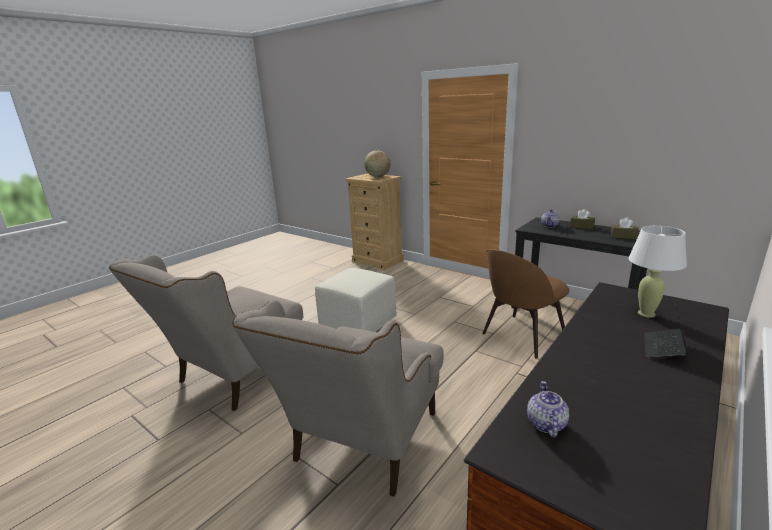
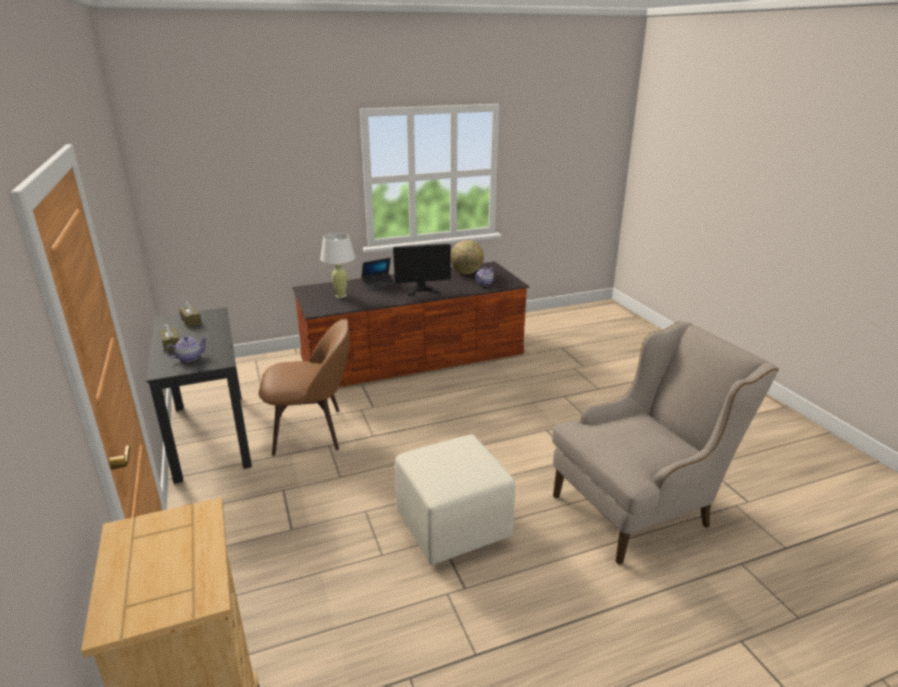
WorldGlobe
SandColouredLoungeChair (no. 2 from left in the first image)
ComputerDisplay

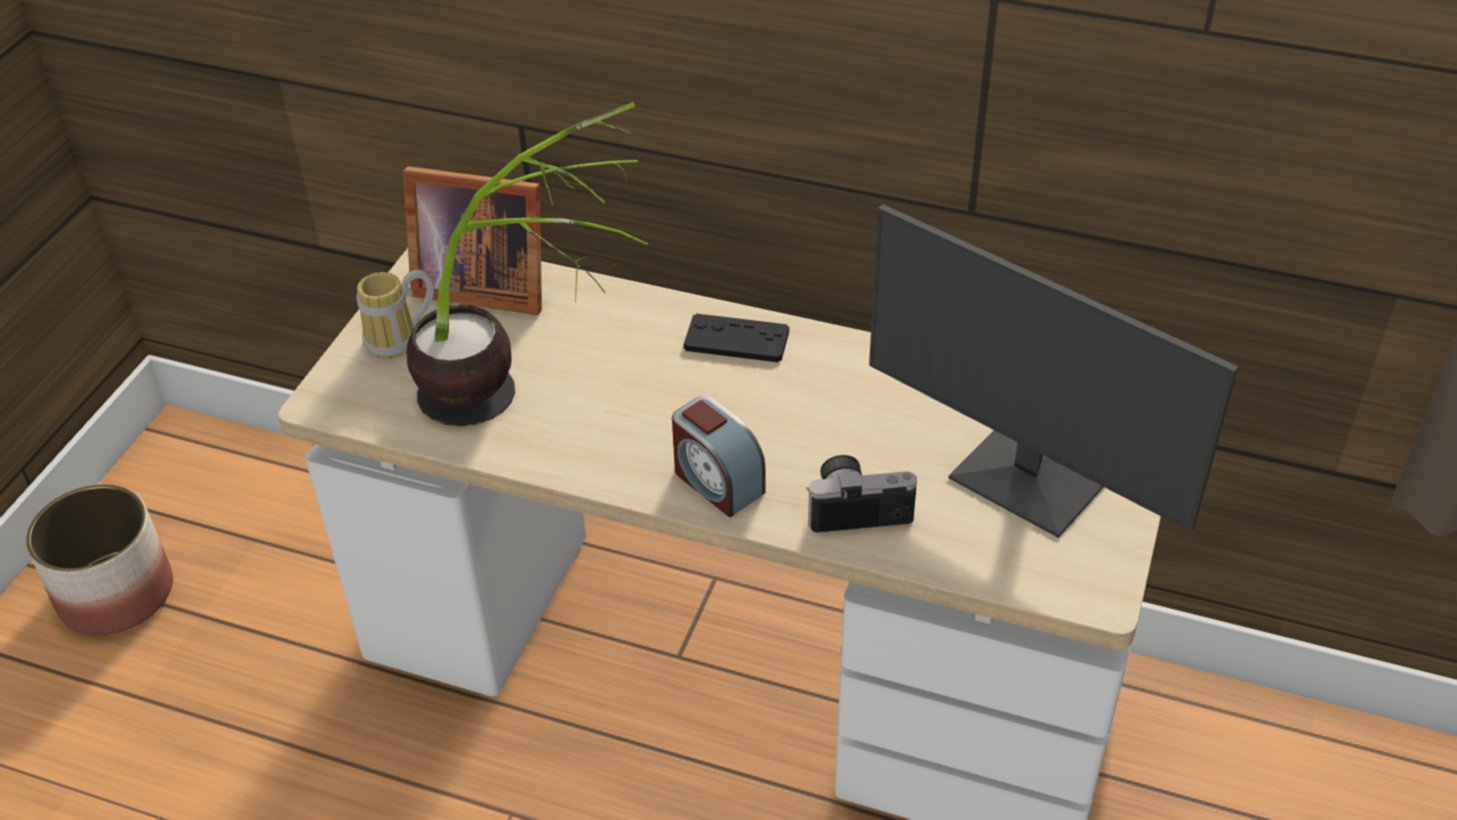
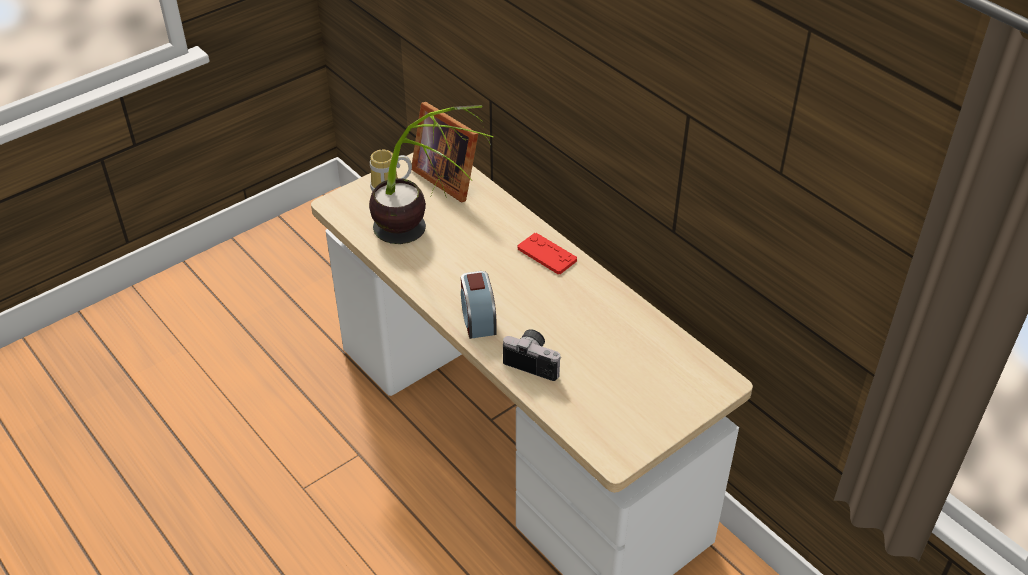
ComputerDisplay
ReddishGameController
FlowerPot

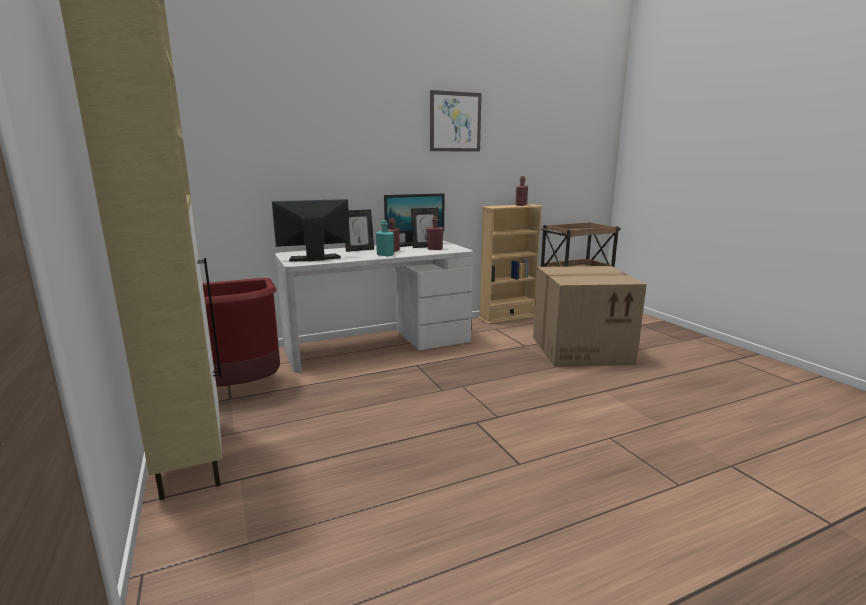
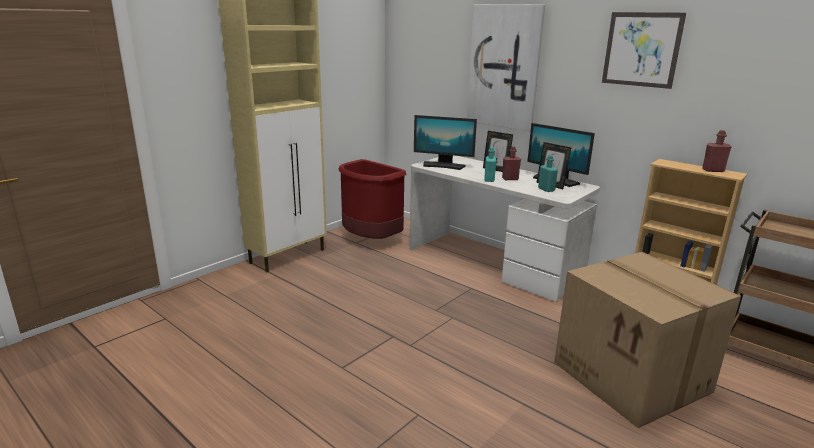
ComputerDisplay (no. 1 from left)
BlueGreenBottle (no. 2 from left)
Picture (no. 1 from left)

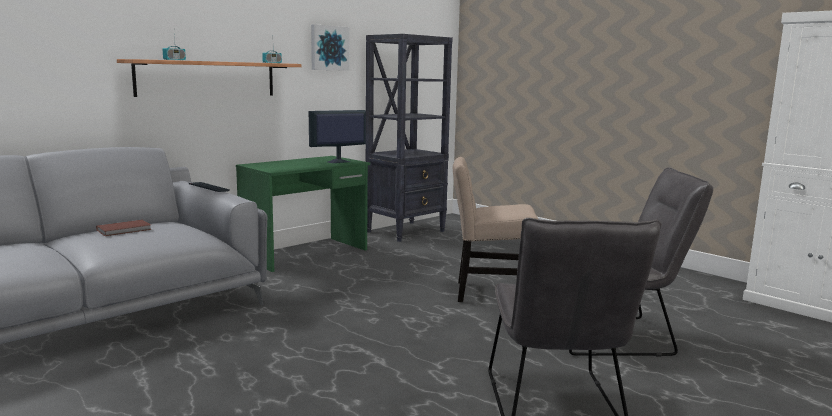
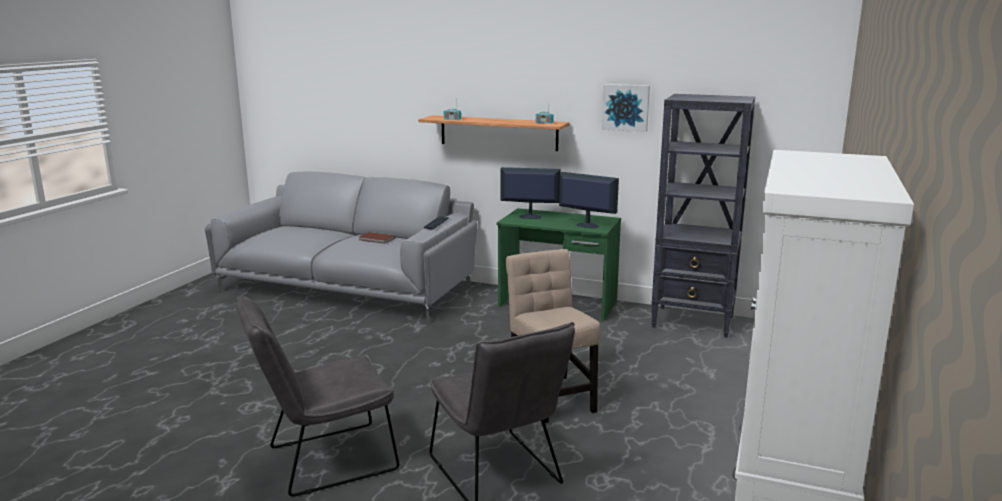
ComputerDisplay (no. 1 from left)

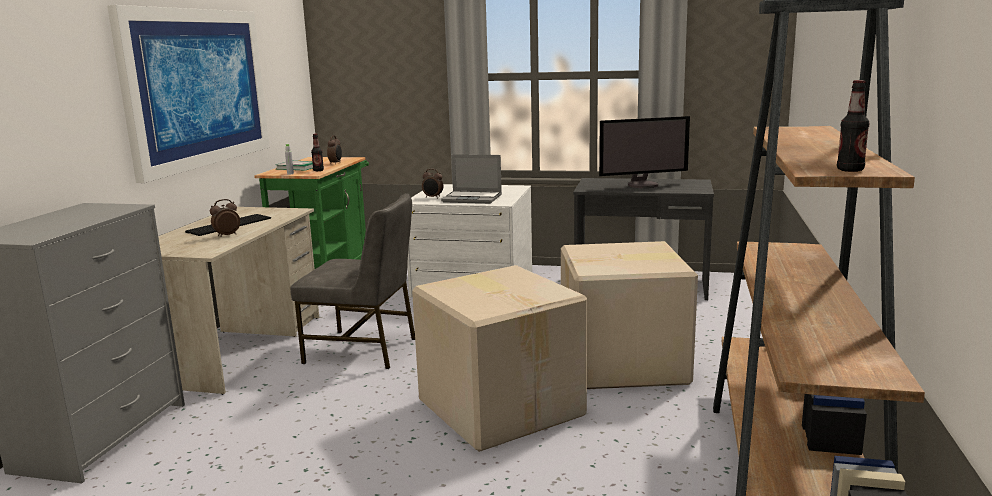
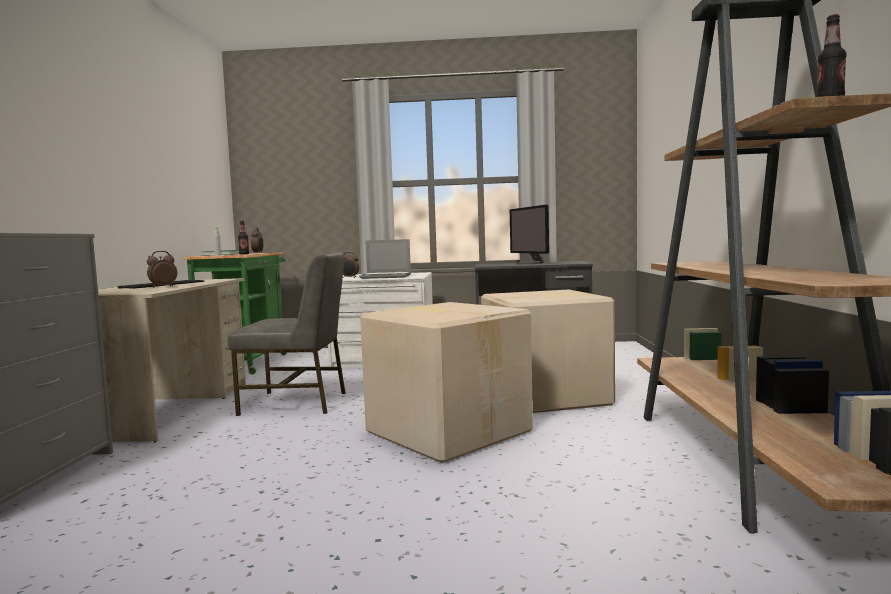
Picture
ComputerDisplay

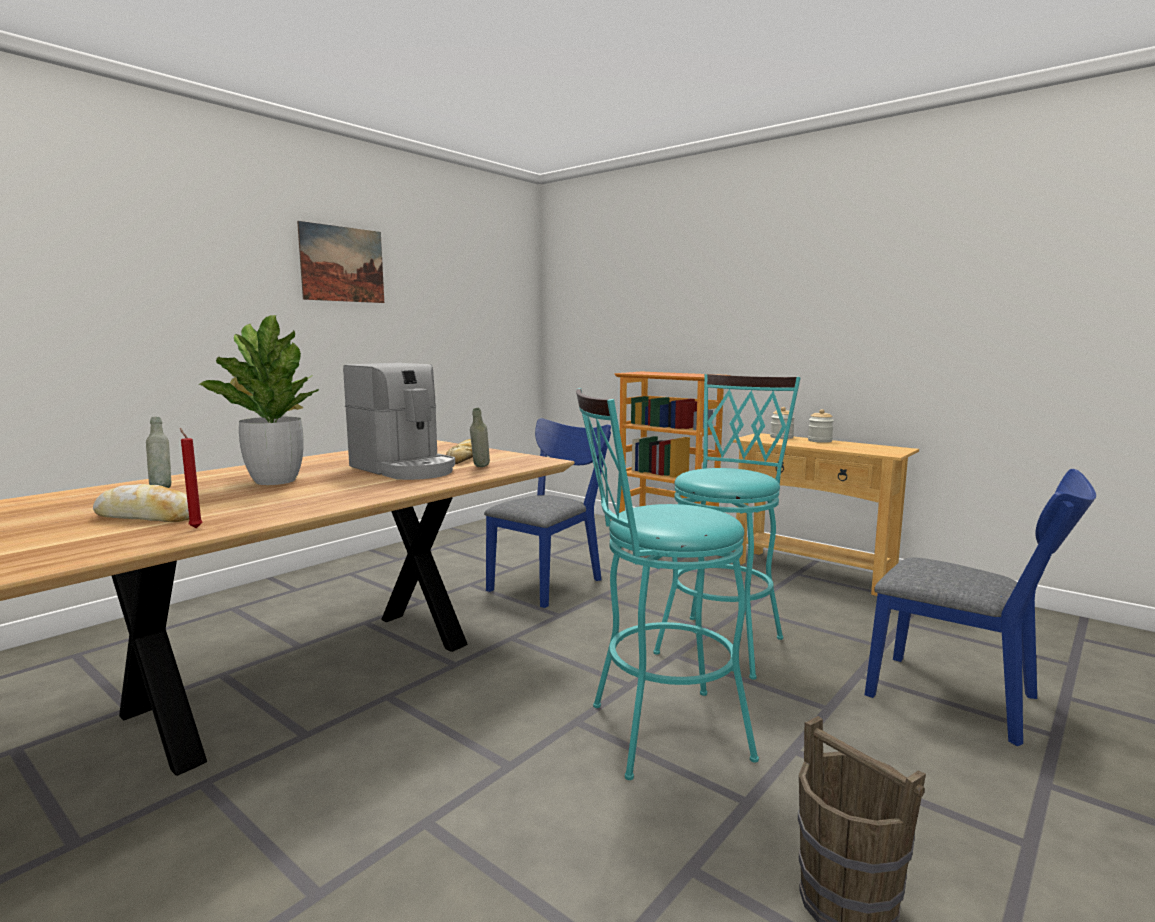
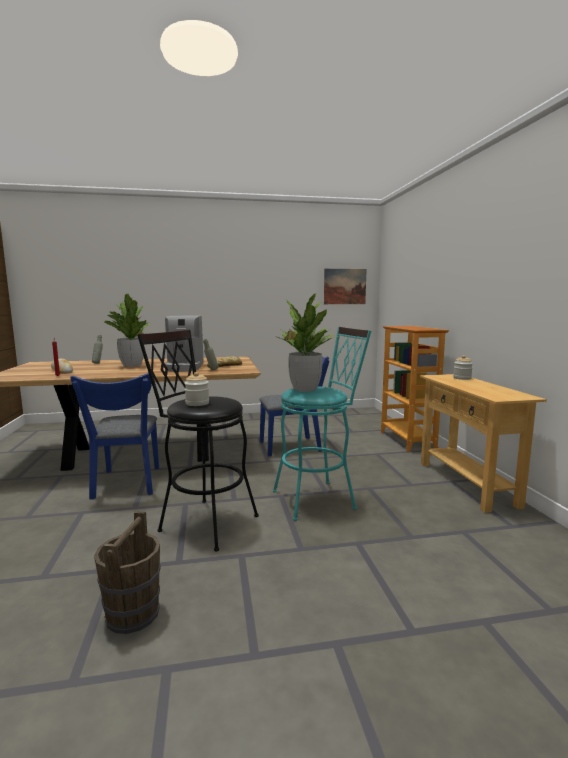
Picture
BlackColouredStool
PreserveJar (no. 1 from left)
BluishPlainChair (no. 1 from left)
Houseplant (no. 2 from left)

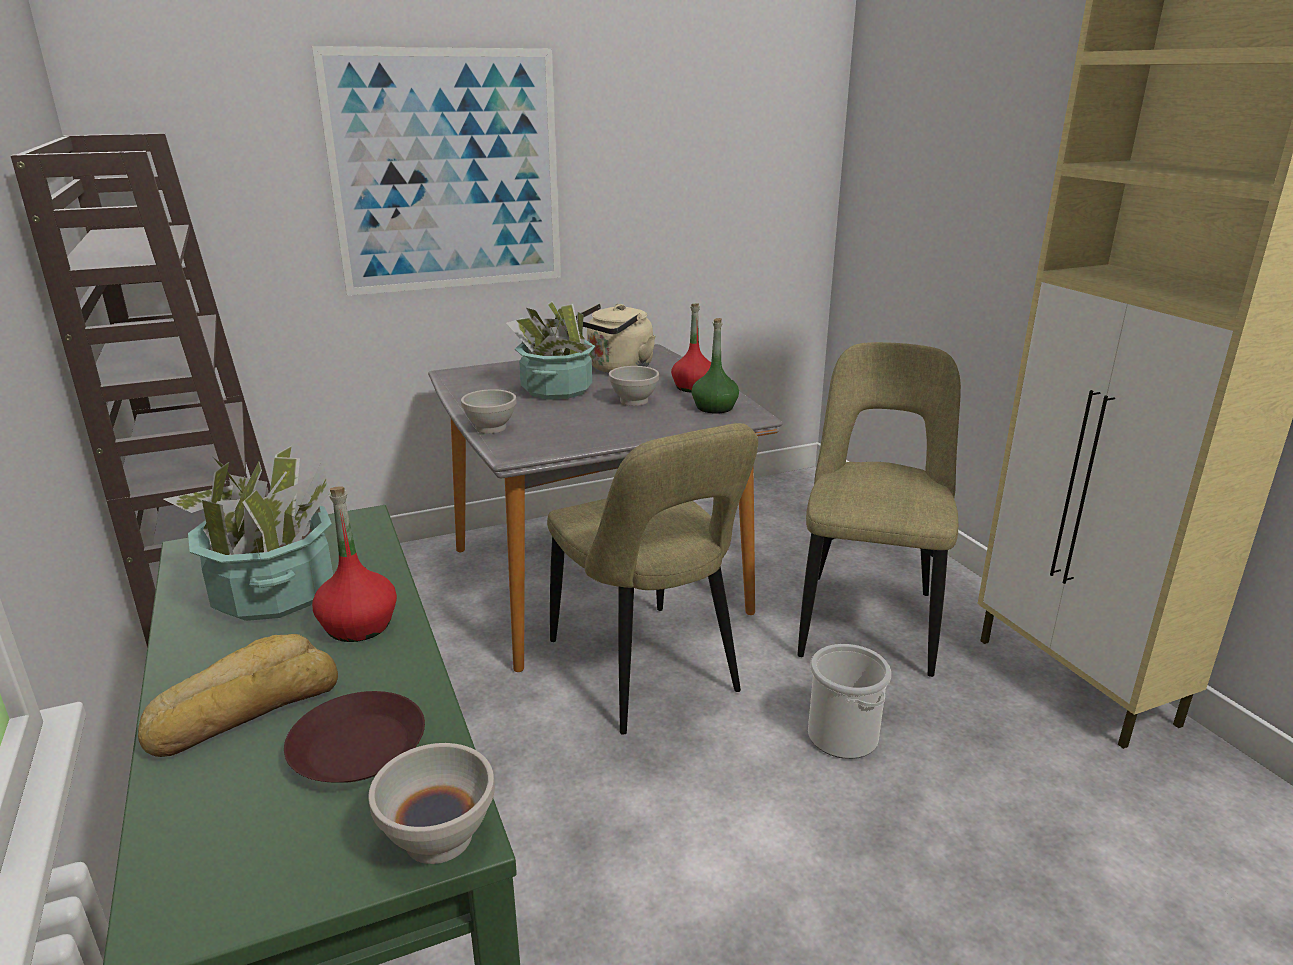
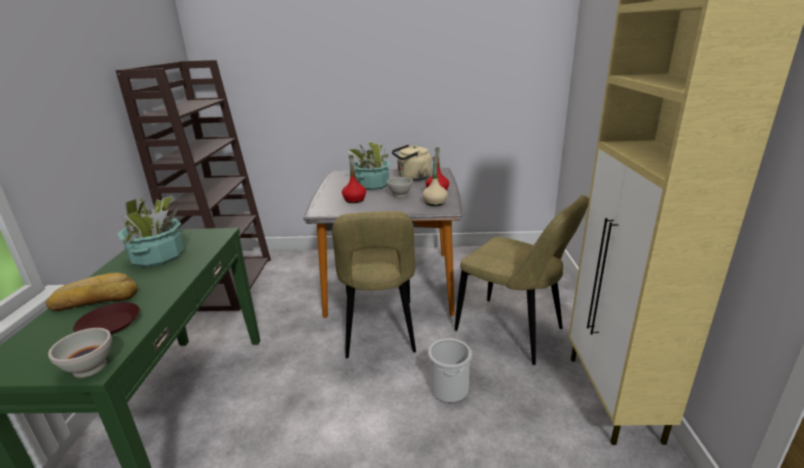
Picture
SandColouredBottle
SandColouredPlainChair (no. 2 from left)
WhiteColouredServingBowl (no. 2 from left in the first image)
ReddishBottle (no. 1 from left)

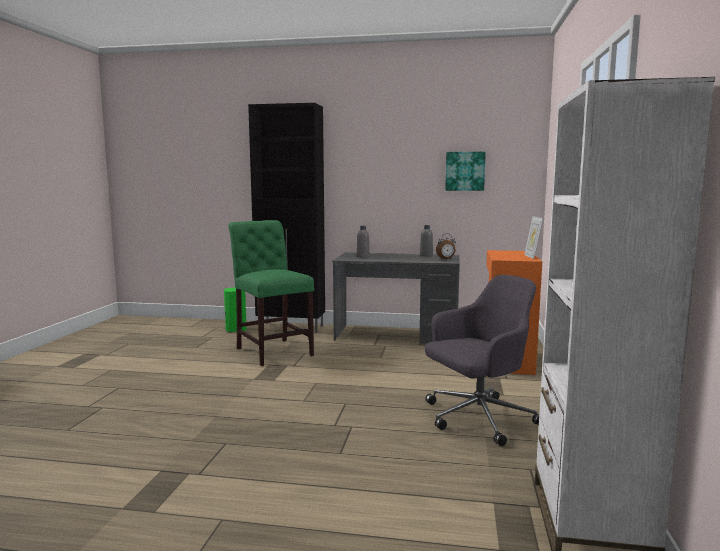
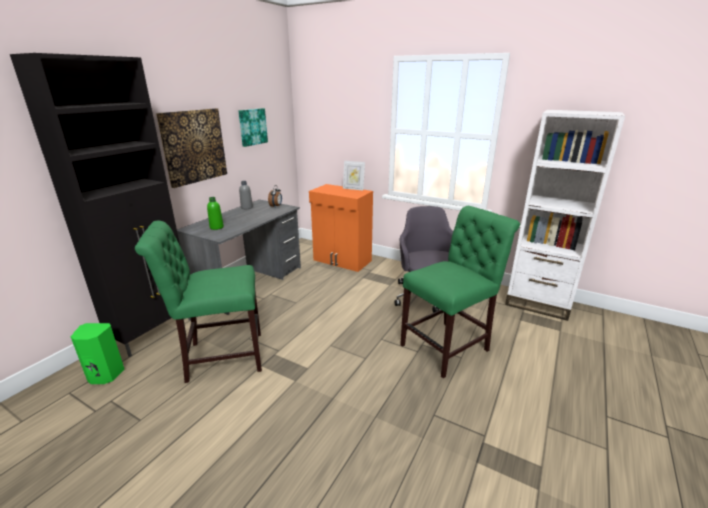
GreenBottle
Picture (no. 1 from left)
GreenPlainChair (no. 2 from left)

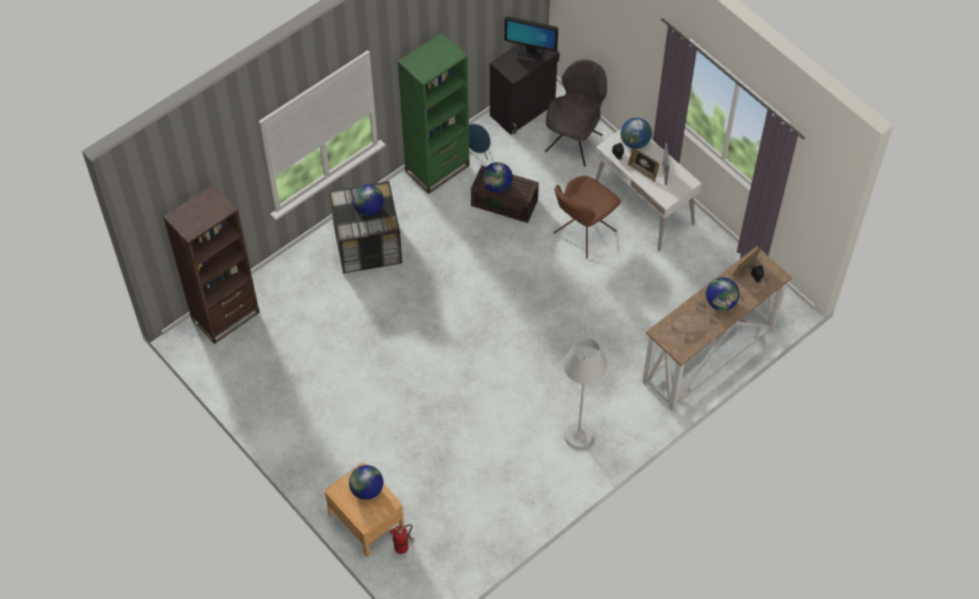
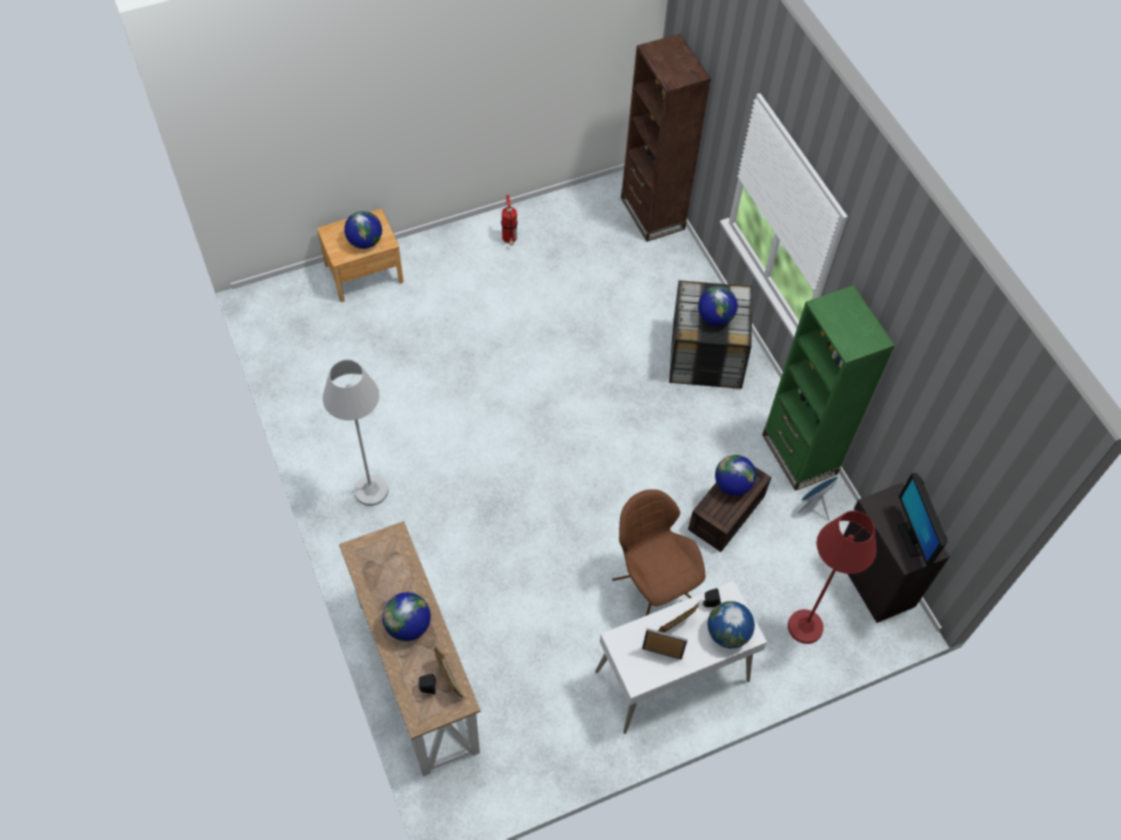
ComputerDisplay
ReddishStandardLamp
Extinguisher

